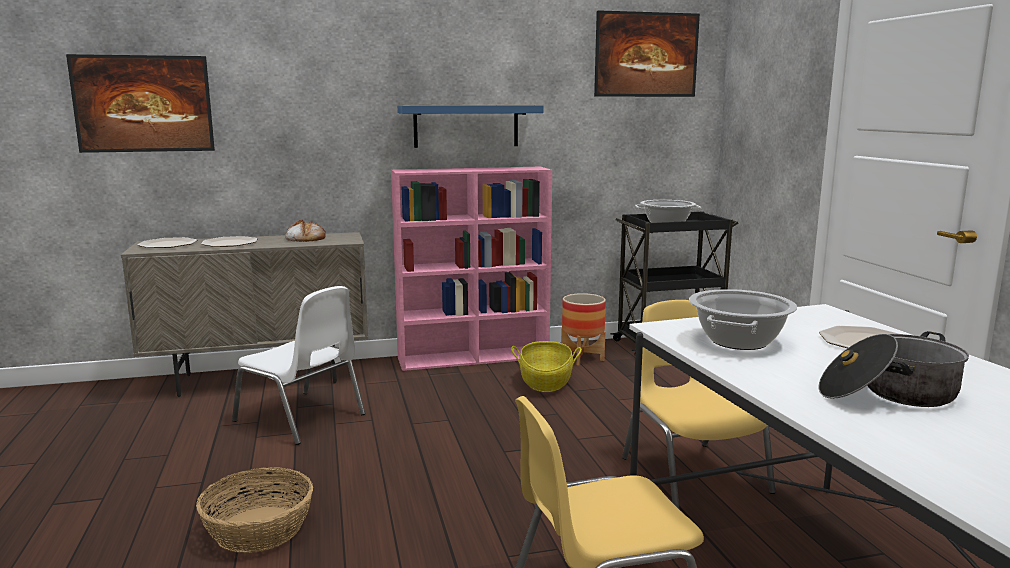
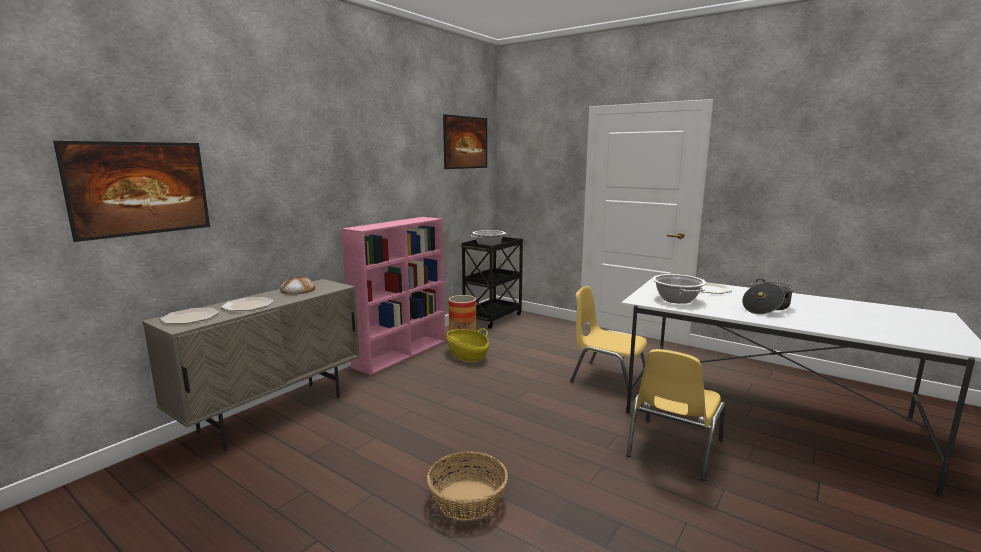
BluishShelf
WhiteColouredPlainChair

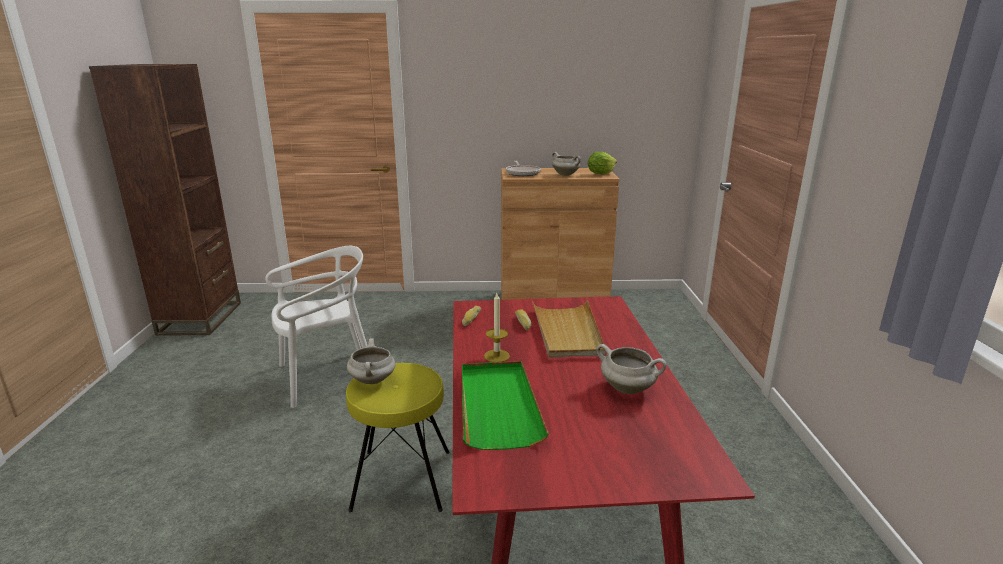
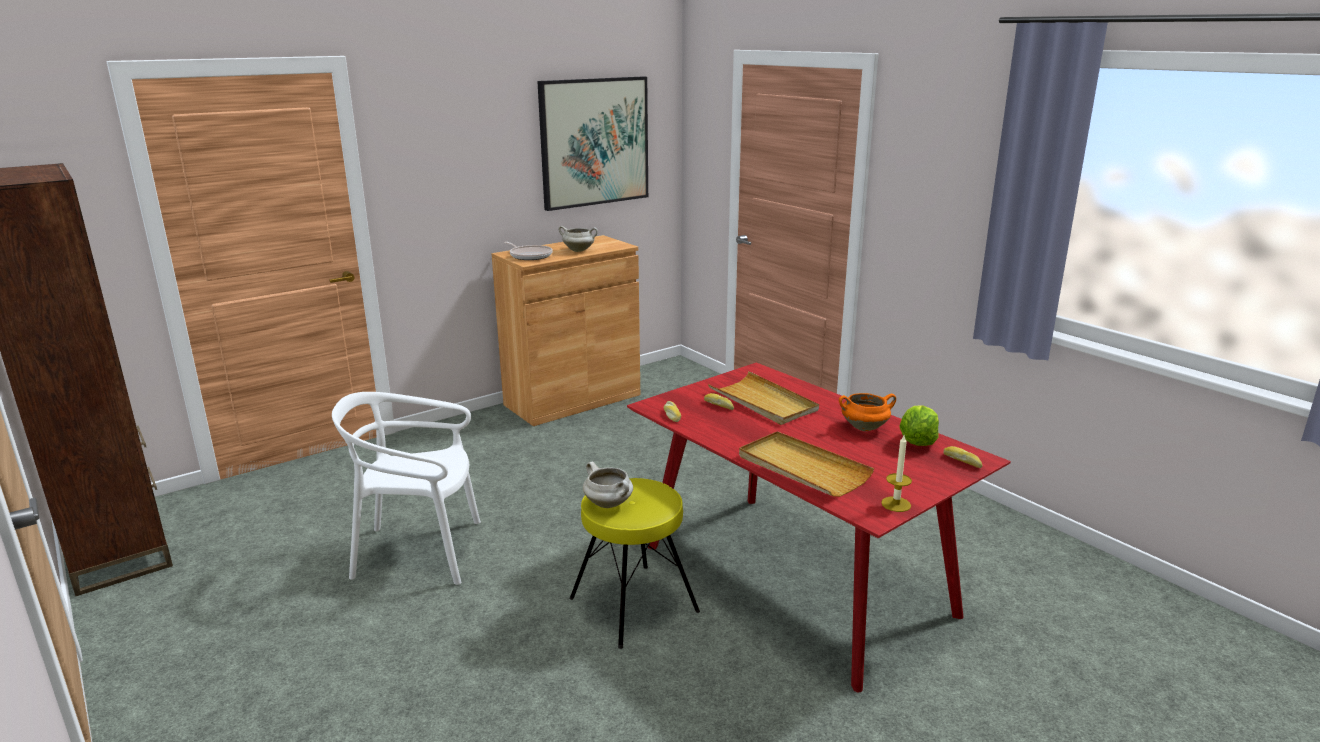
HeadOfLettuce
WhiteColouredPlainChair
WaxLight
OrangeCookingPot
SandColouredServingTray (no. 2 from left)
Picture
BakeryBread (no. 3 from left)

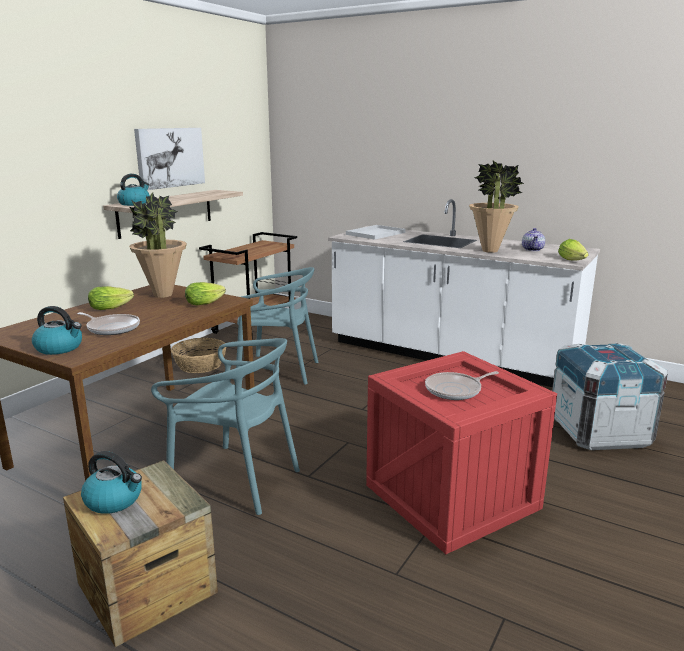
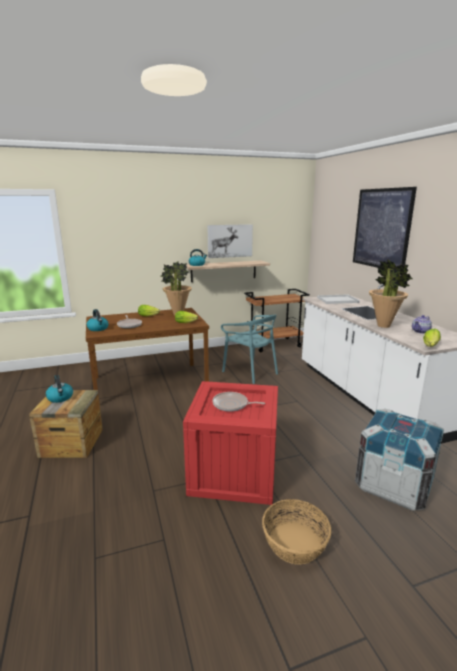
BlueGreenPlainChair (no. 1 from left in the first image)
HouseholdBasket
Picture (no. 2 from left)

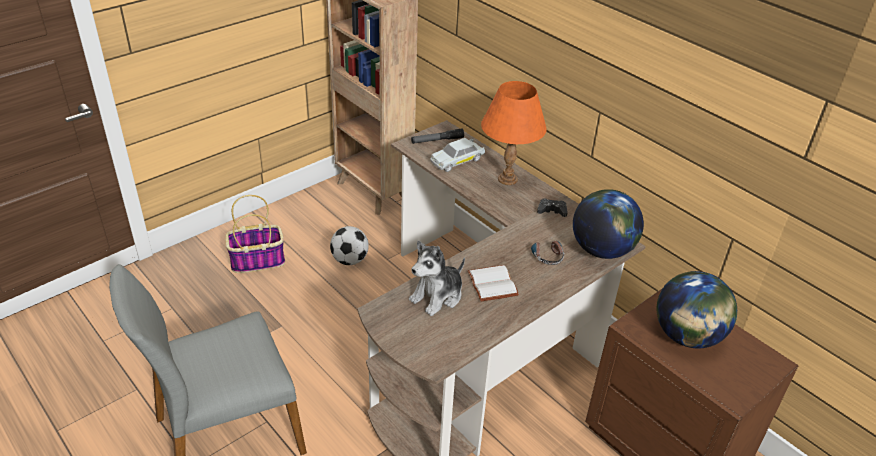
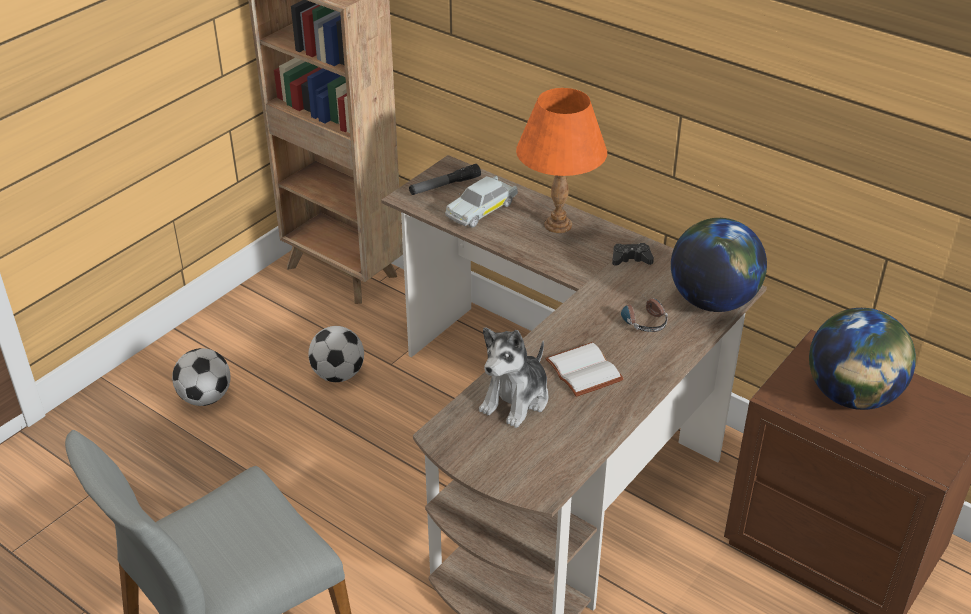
Football (no. 1 from left)

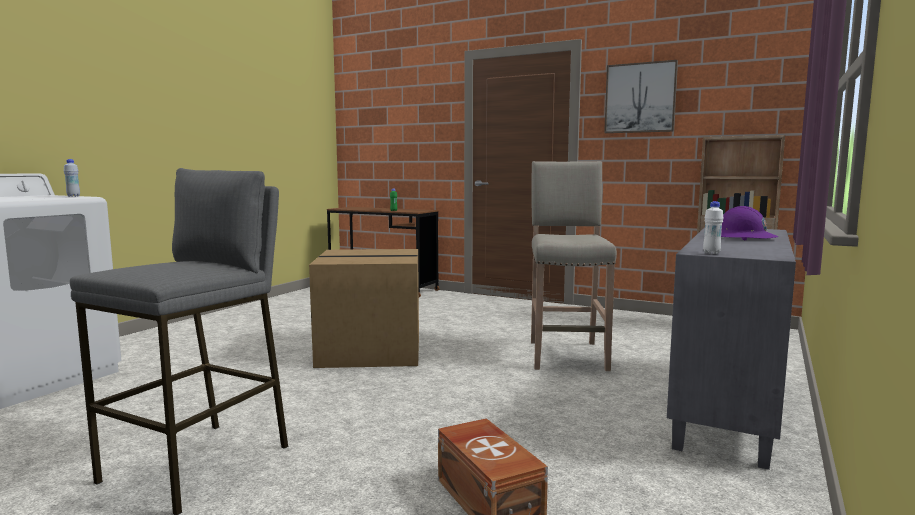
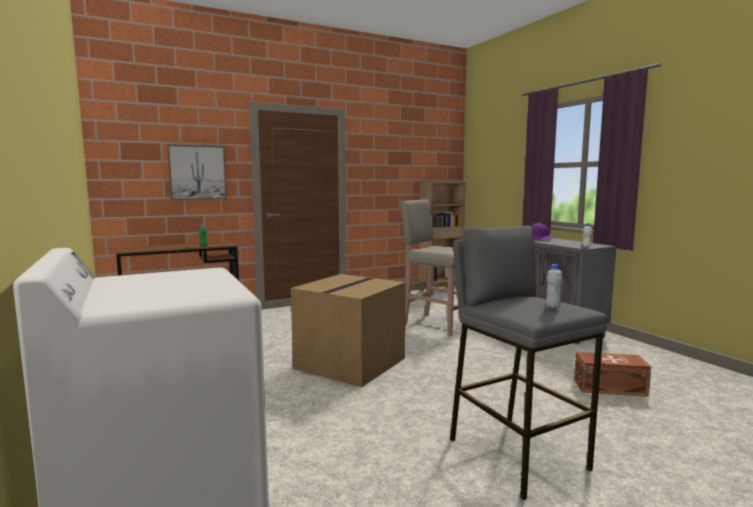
Picture
WhiteColouredBottle (no. 1 from left)

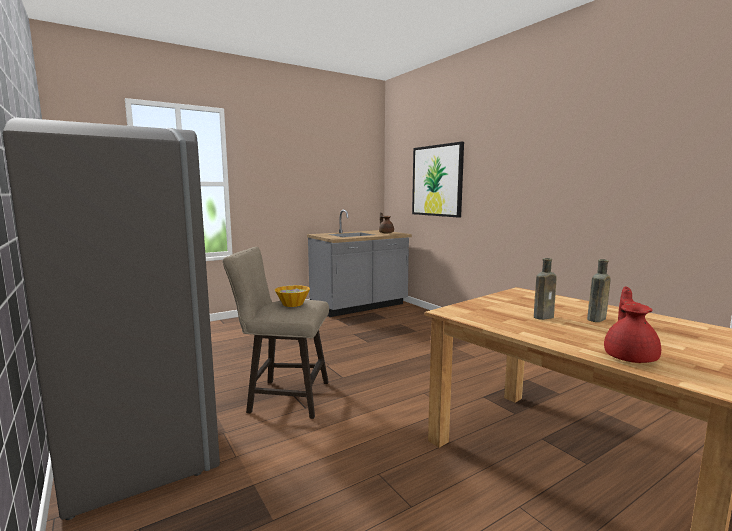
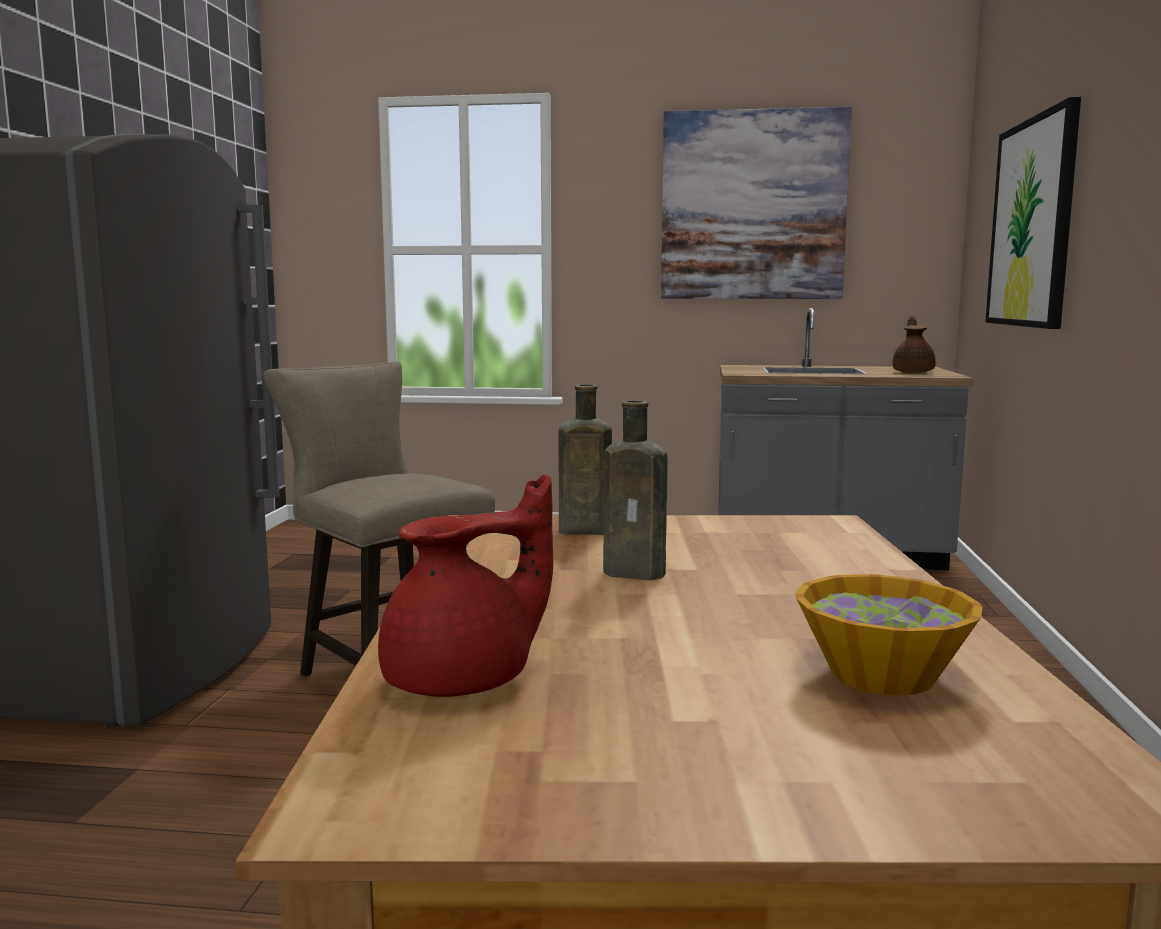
BrownBottle (no. 1 from left)
ServingBowl
Picture (no. 1 from left)

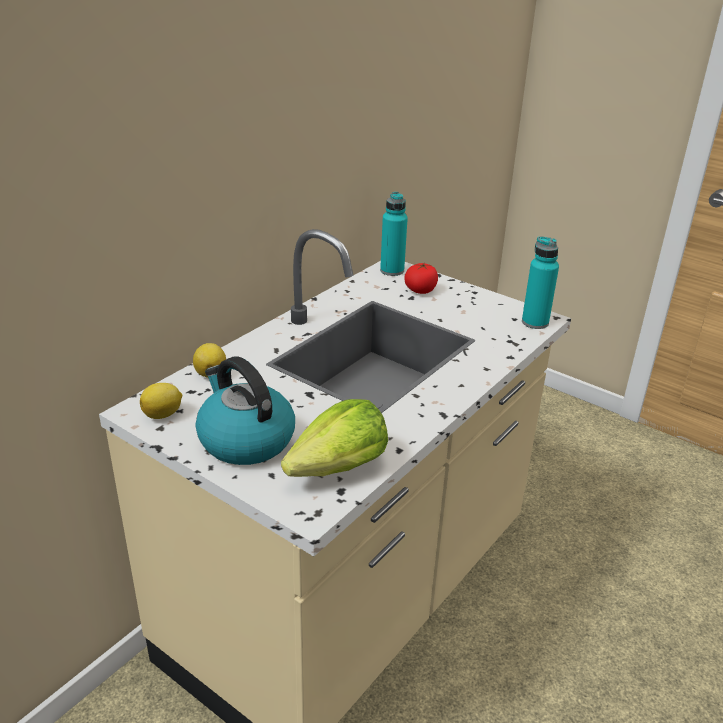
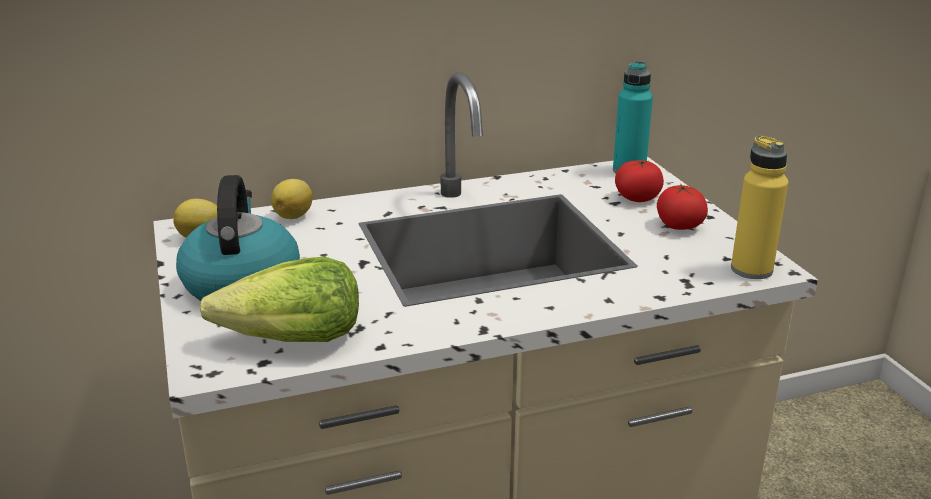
YellowishBottle
FreshTomato (no. 2 from left)

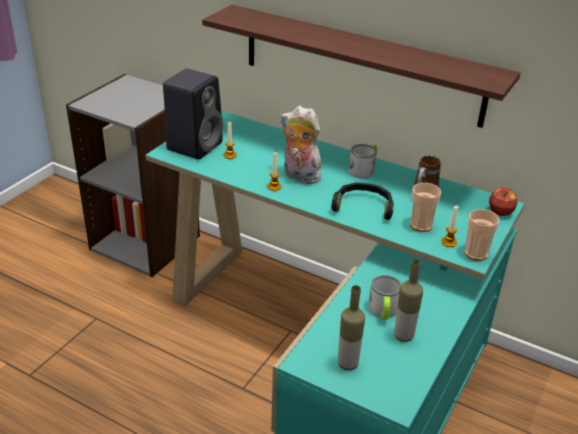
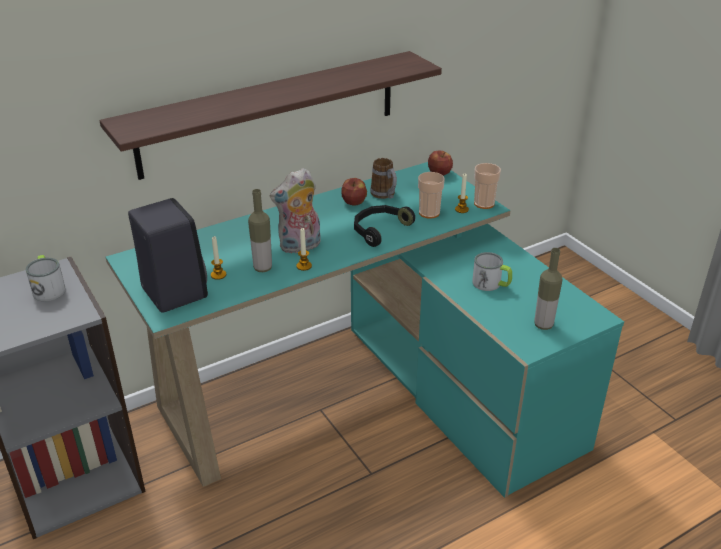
TeaMug (no. 1 from left)
Bottle (no. 1 from left)
WholeApple (no. 1 from left)

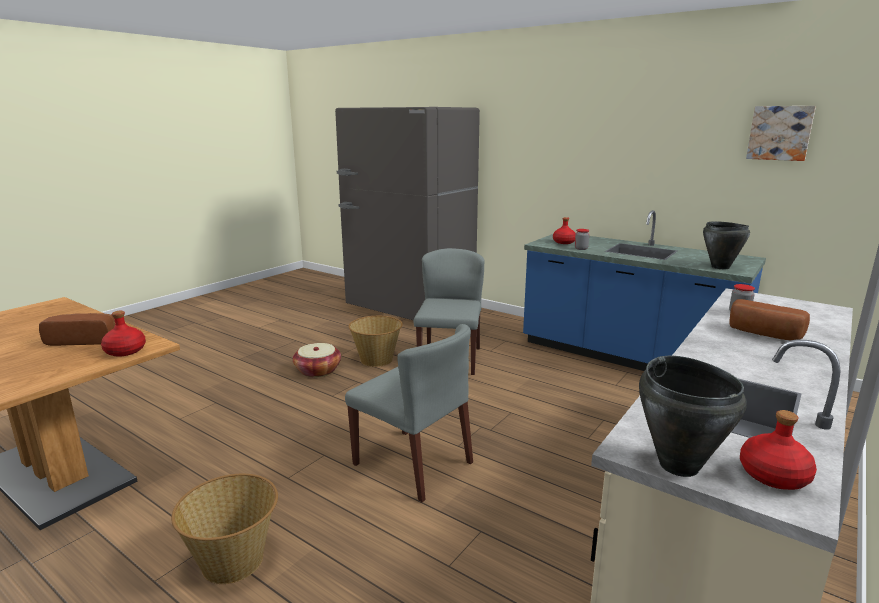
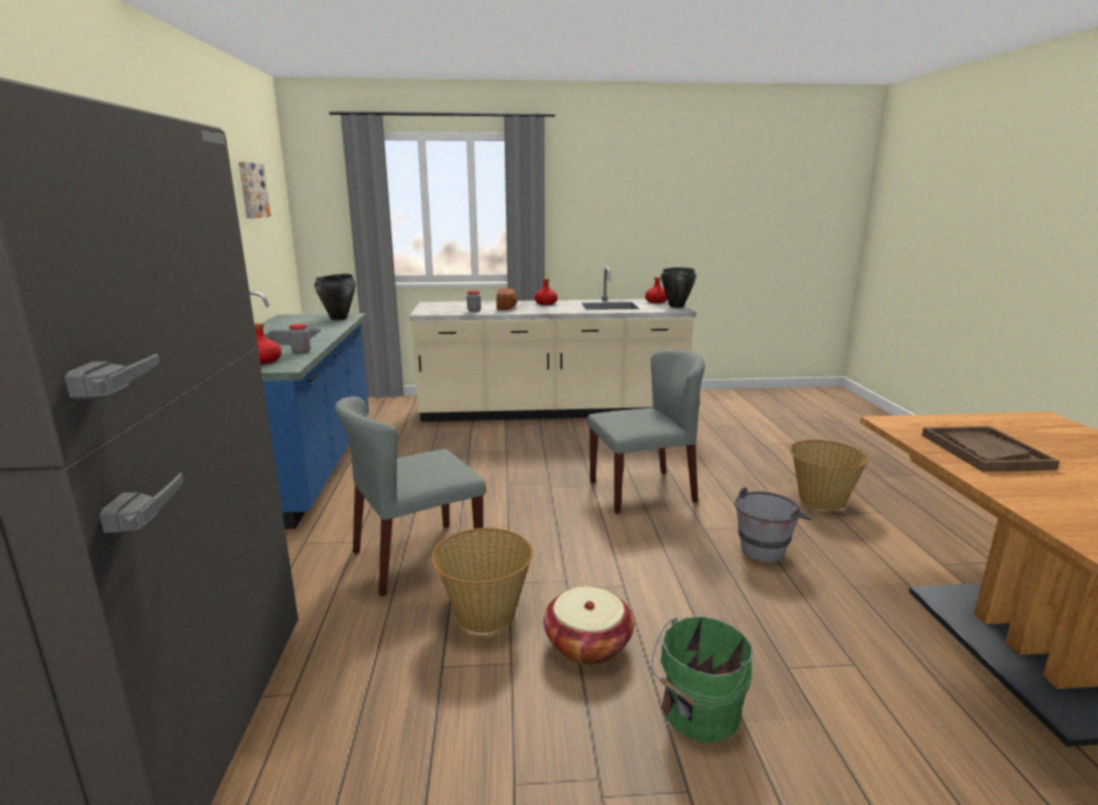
ReddishBottle (no. 2 from left)
BrownServingTray
GrayPlainChair (no. 2 from left)
GrayPail
GreenPail

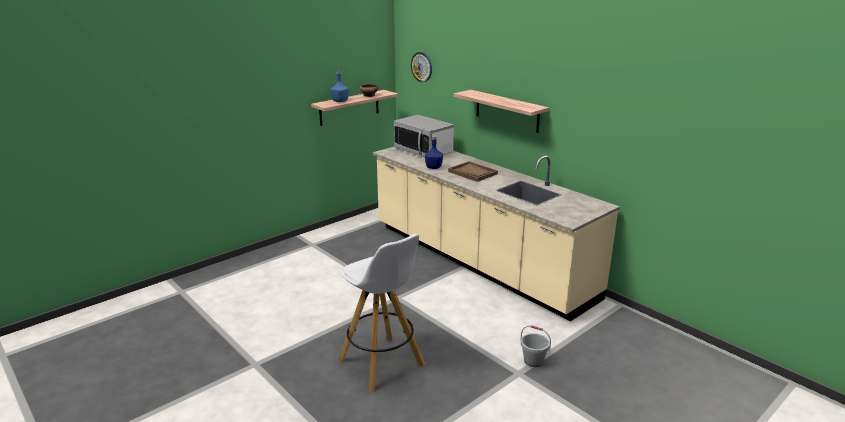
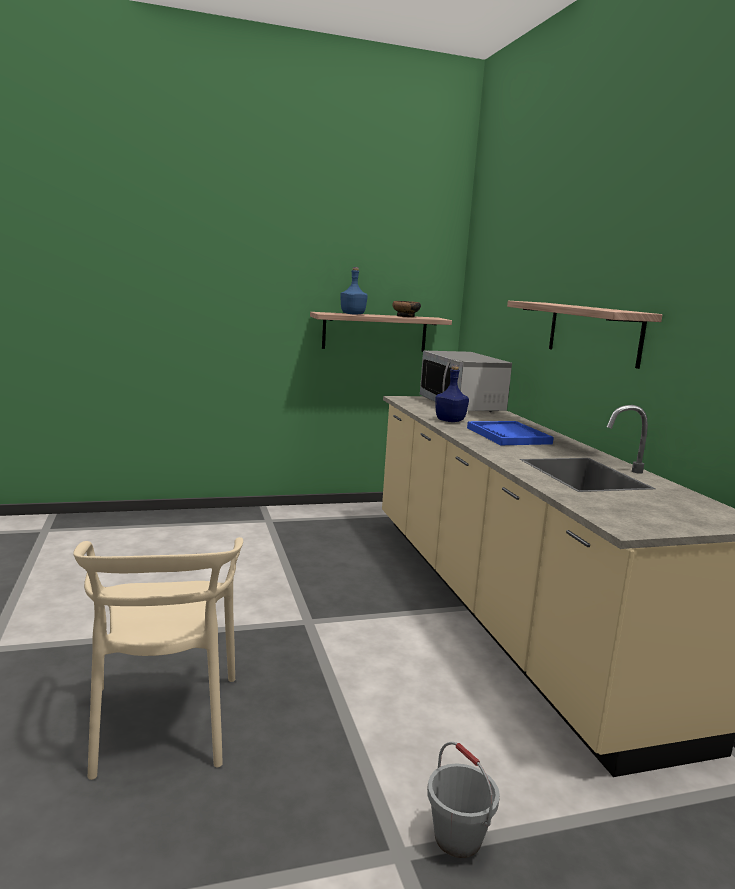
ClockOnTheWall
BluishServingTray
SandColouredPlainChair

